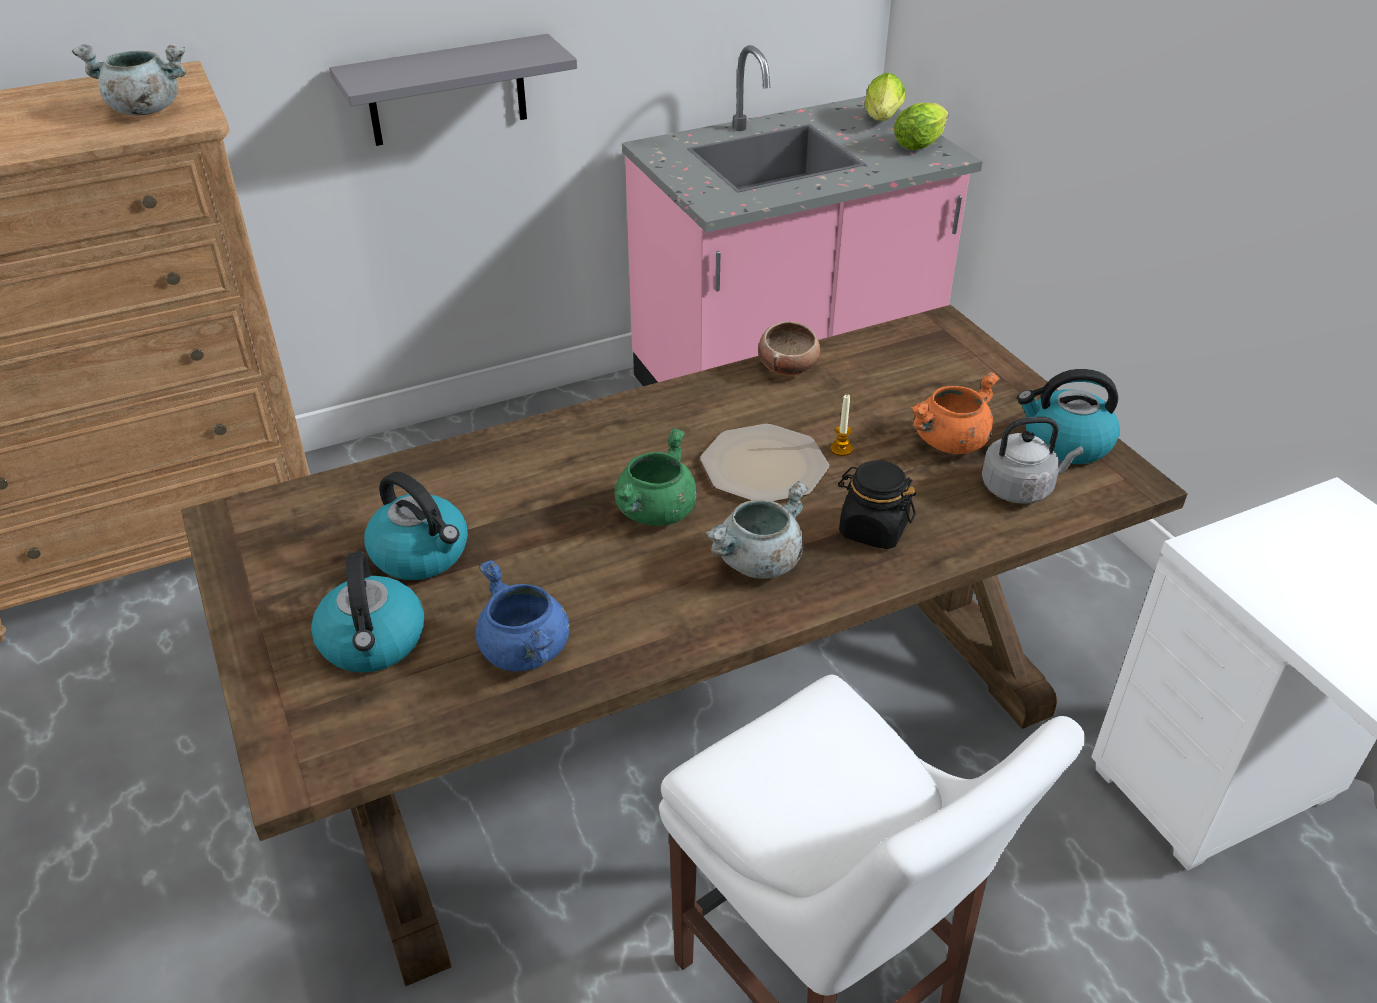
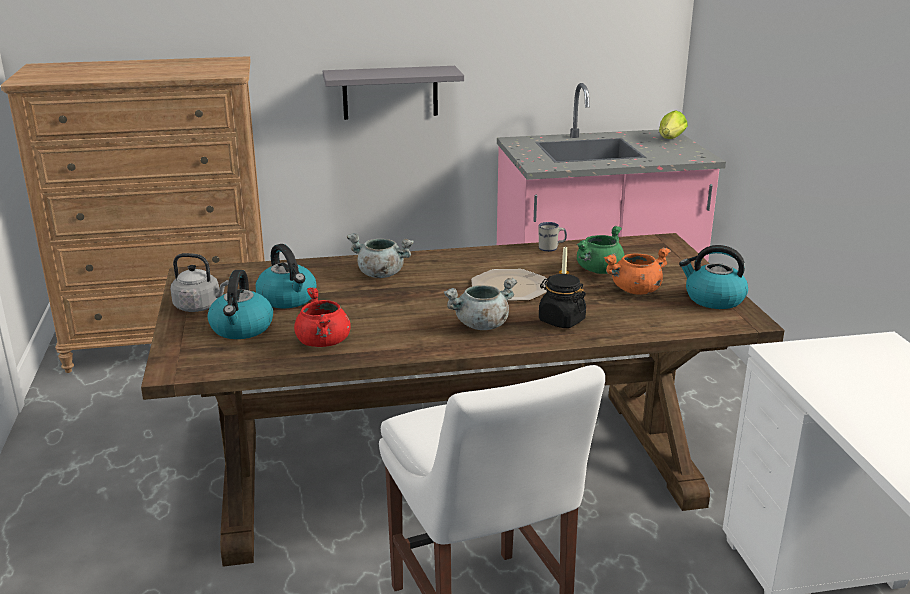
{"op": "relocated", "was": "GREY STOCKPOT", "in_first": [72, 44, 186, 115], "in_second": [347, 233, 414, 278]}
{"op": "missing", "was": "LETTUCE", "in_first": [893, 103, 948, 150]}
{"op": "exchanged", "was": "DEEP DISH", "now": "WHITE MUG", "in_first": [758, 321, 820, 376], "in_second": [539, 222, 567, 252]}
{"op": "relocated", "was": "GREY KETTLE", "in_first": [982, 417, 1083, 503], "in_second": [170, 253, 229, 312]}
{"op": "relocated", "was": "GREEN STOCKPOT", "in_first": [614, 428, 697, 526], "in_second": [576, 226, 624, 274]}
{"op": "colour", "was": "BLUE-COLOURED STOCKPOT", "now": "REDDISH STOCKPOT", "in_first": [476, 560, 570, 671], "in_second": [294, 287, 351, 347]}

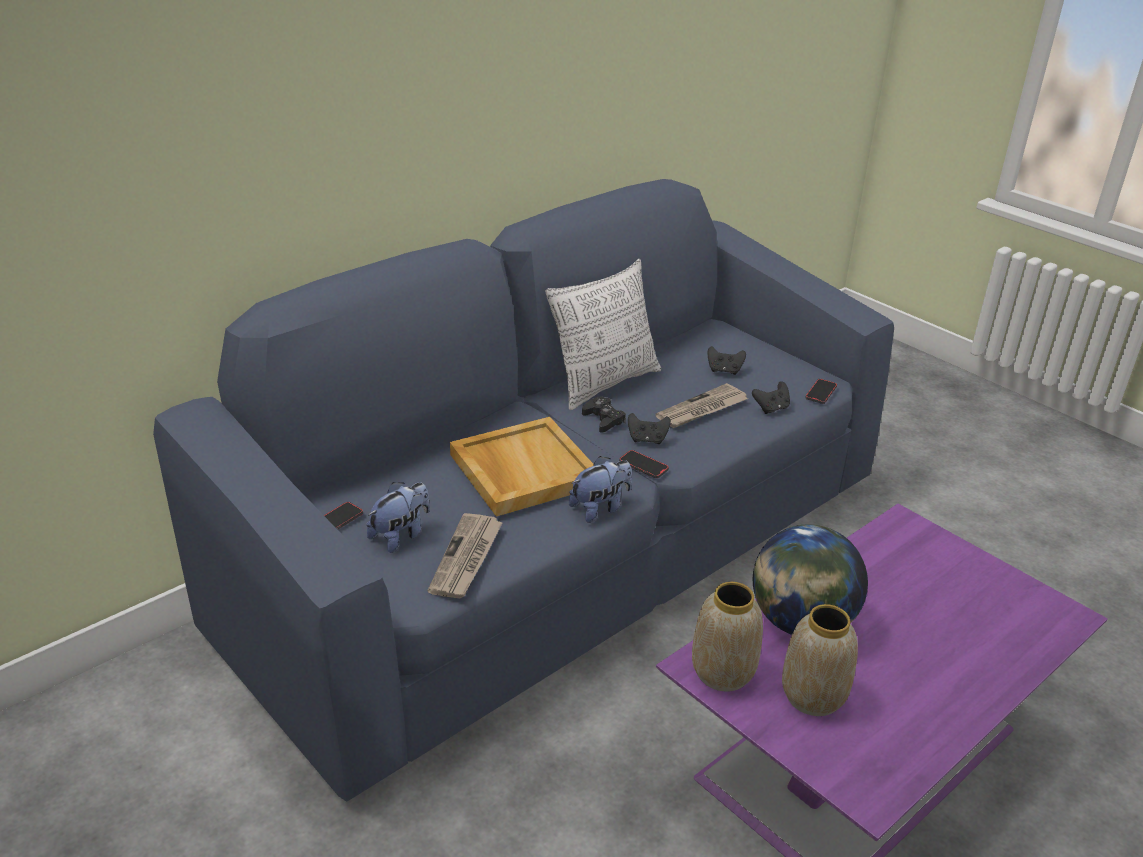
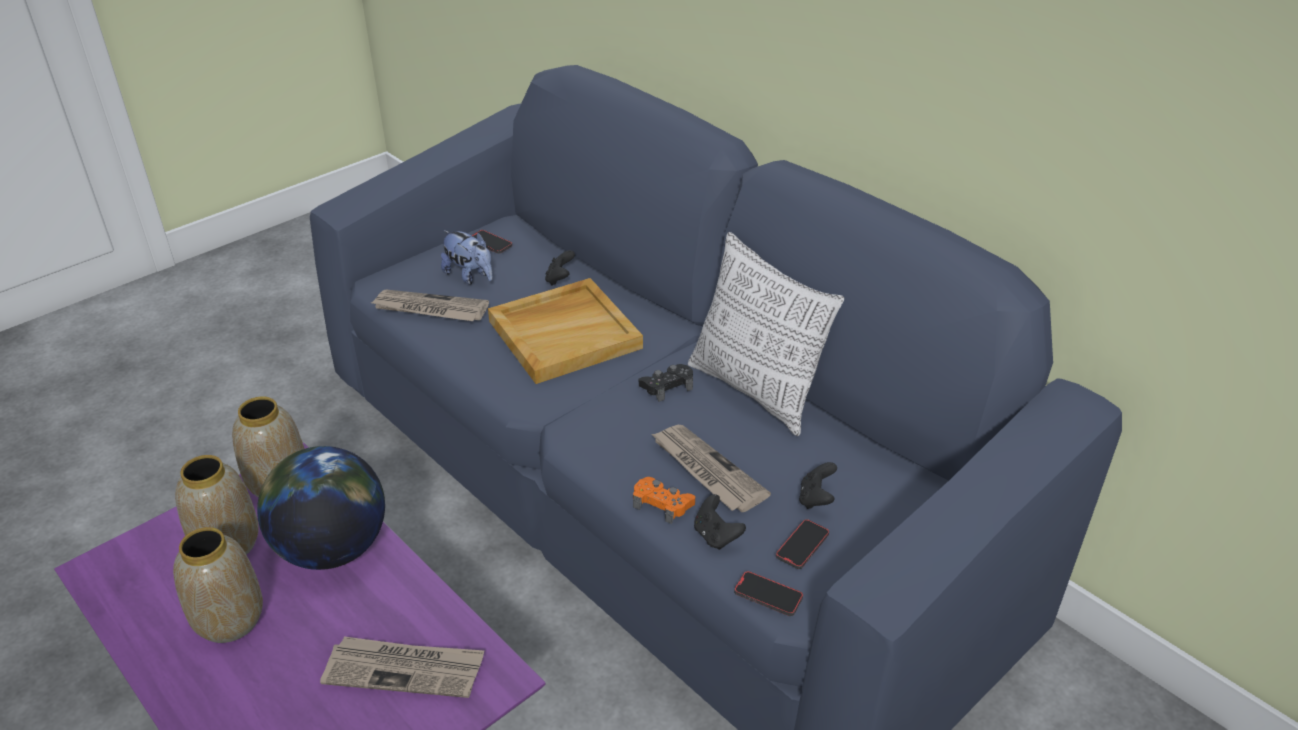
{"op": "relocated", "was": "BLACK JOYPAD", "in_first": [628, 413, 671, 444], "in_second": [545, 250, 575, 286]}
{"op": "relocated", "was": "TELEPHONE", "in_first": [619, 450, 669, 478], "in_second": [776, 519, 829, 569]}
{"op": "missing", "was": "PLUSH TOY", "in_first": [569, 456, 632, 523]}
{"op": "appeared", "now": "ORANGEY JOYPAD", "in_second": [633, 477, 695, 524]}
{"op": "appeared", "now": "VASE", "in_second": [173, 527, 263, 643]}
{"op": "appeared", "now": "NEWSPAPER", "in_second": [320, 636, 484, 698]}

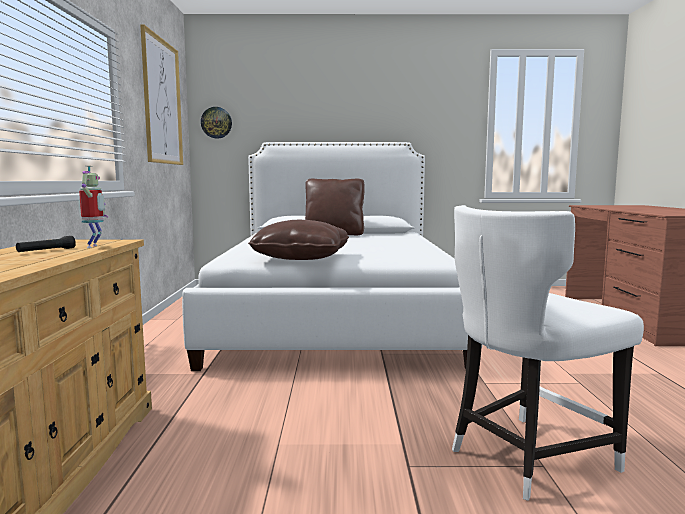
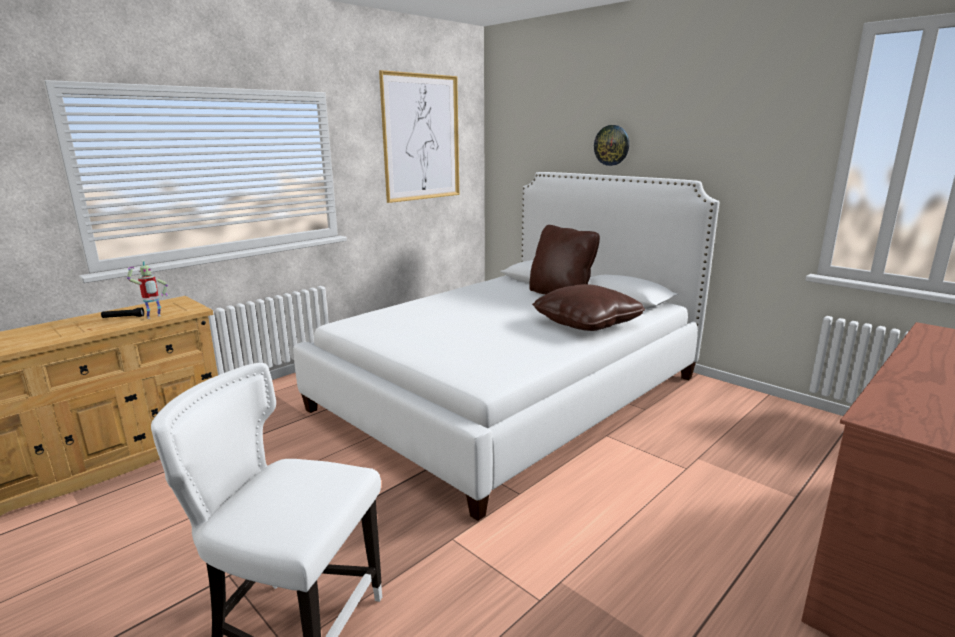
{"op": "relocated", "was": "HANGING CLOCK", "in_first": [201, 107, 232, 139], "in_second": [594, 125, 629, 166]}
{"op": "relocated", "was": "BROWNISH THROW PILLOW", "in_first": [248, 220, 349, 260], "in_second": [532, 284, 645, 331]}

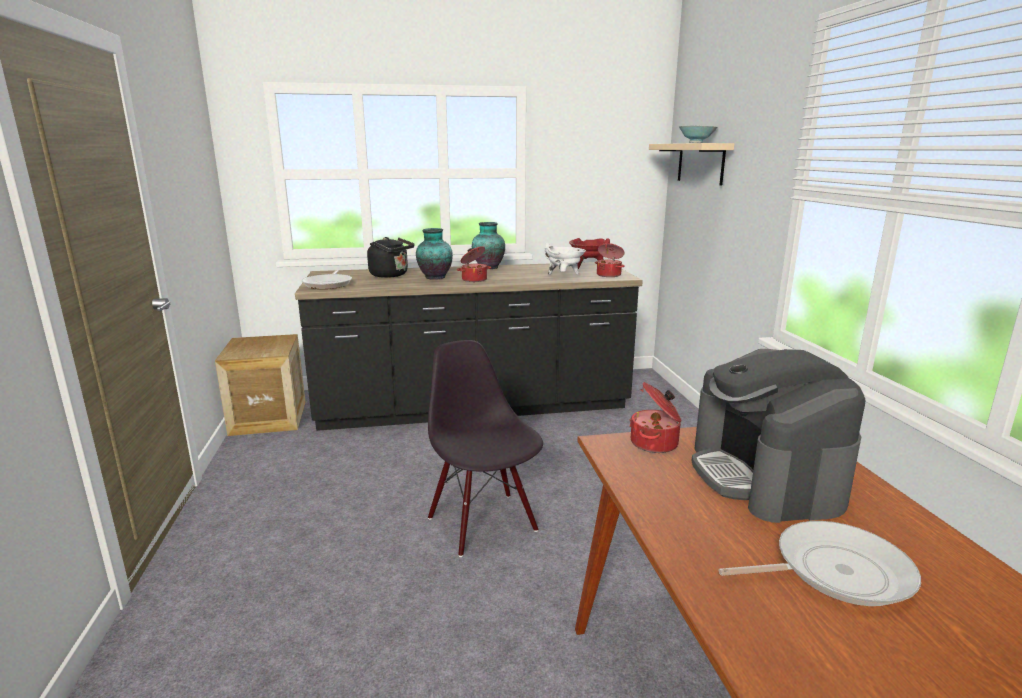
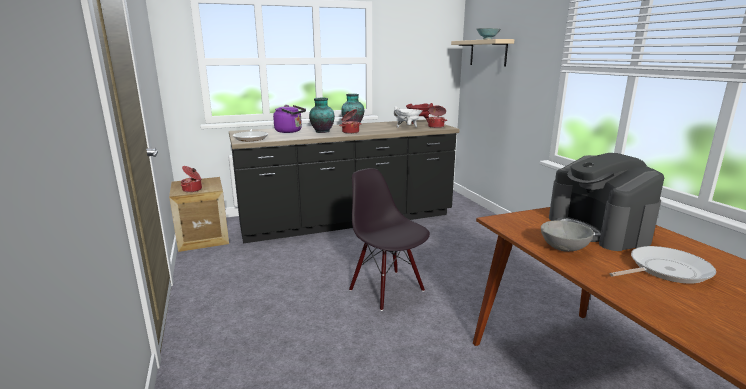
{"op": "colour", "was": "BLACK KETTLE", "now": "PURPLE-COLOURED KETTLE", "in_first": [367, 237, 414, 278], "in_second": [273, 105, 306, 133]}
{"op": "relocated", "was": "STOCKPOT", "in_first": [629, 382, 682, 453], "in_second": [181, 166, 202, 192]}
{"op": "appeared", "now": "GREY DEEP DISH", "in_second": [541, 220, 594, 252]}

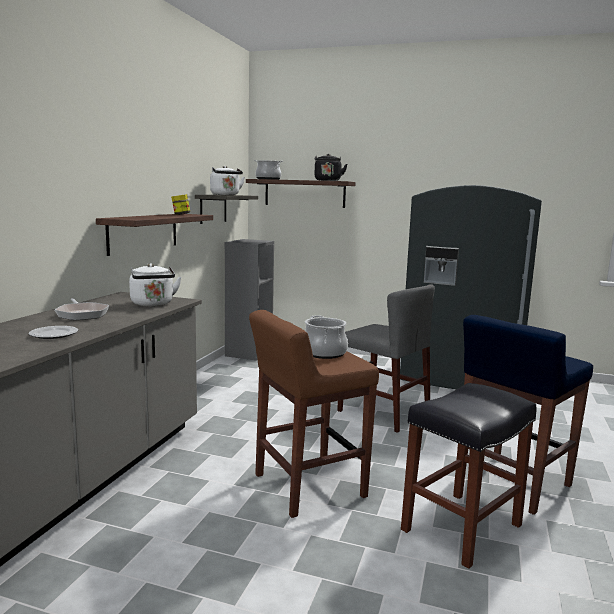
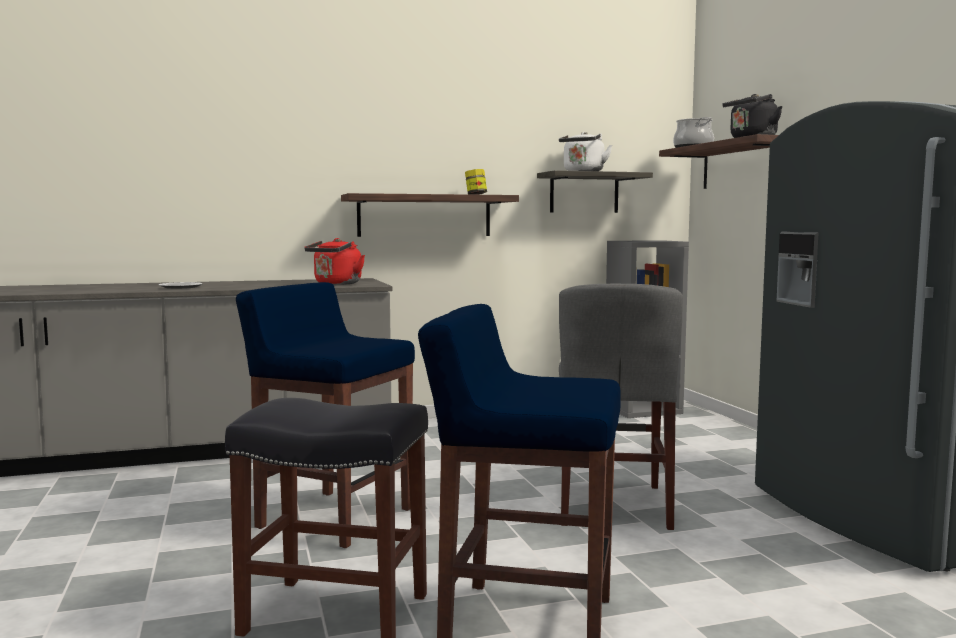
{"op": "colour", "was": "WHITE KETTLE", "now": "REDDISH KETTLE", "in_first": [129, 263, 181, 306], "in_second": [304, 238, 365, 285]}
{"op": "missing", "was": "PAN", "in_first": [55, 298, 109, 320]}
{"op": "colour", "was": "BROWNISH STOOL", "now": "BLUE-COLOURED STOOL", "in_first": [249, 310, 379, 518], "in_second": [236, 282, 415, 548]}
{"op": "missing", "was": "STOCKPOT", "in_first": [305, 315, 348, 359]}

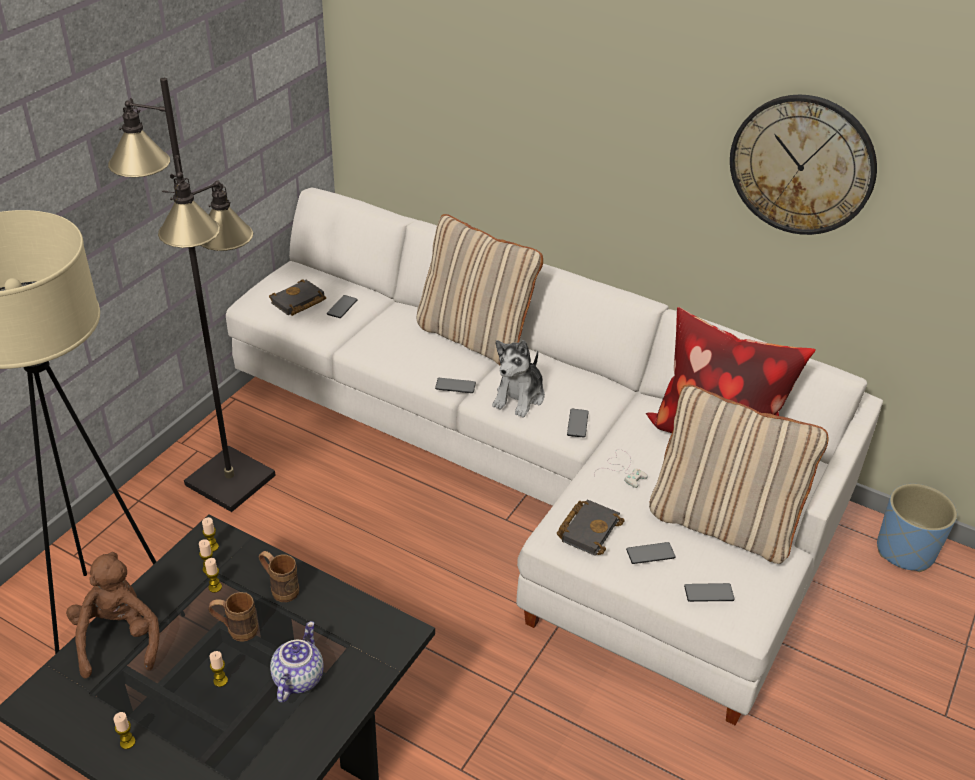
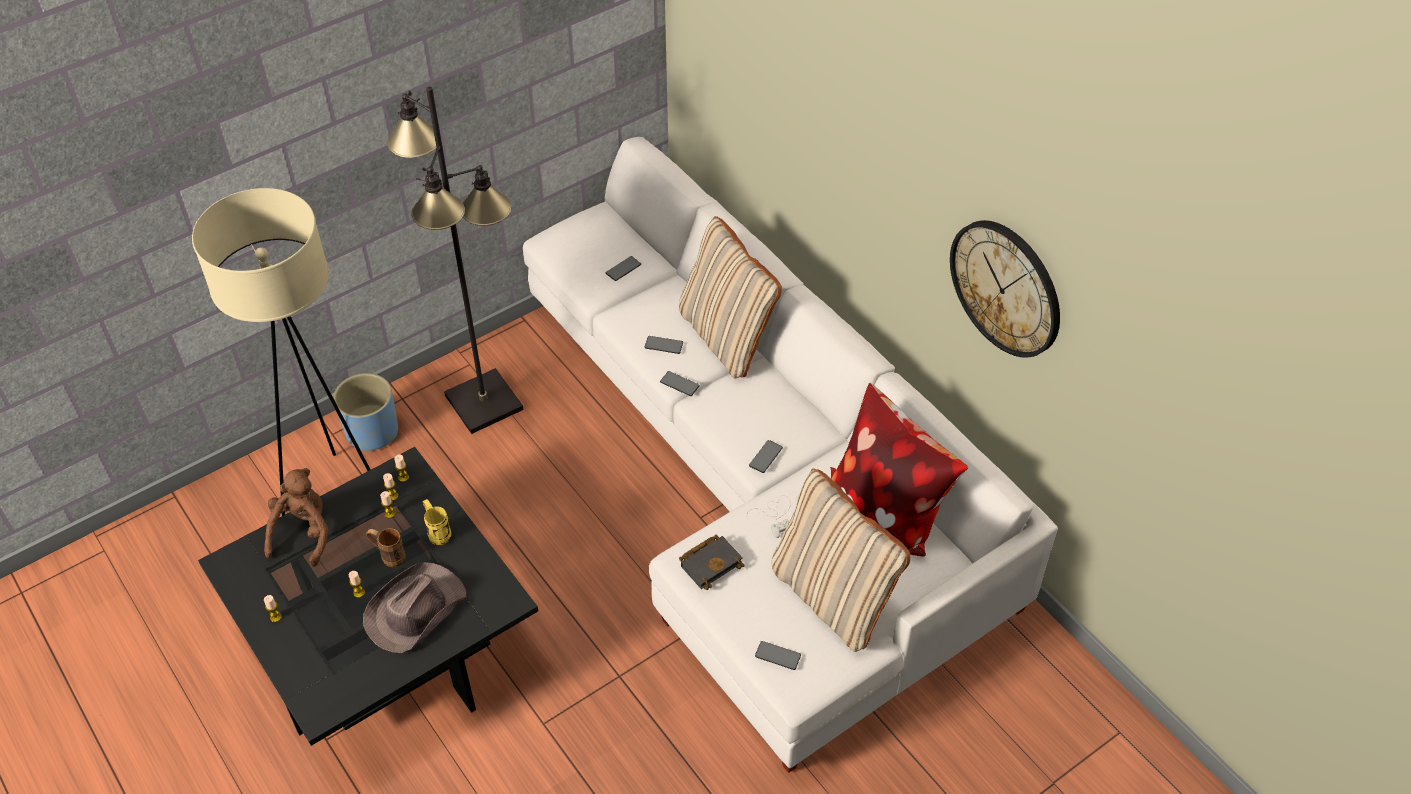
{"op": "missing", "was": "BLACK BOUND BOOK", "in_first": [269, 279, 326, 316]}
{"op": "missing", "was": "PLUSH TOY", "in_first": [492, 340, 545, 418]}
{"op": "relocated", "was": "BLUE-COLOURED PLANTER", "in_first": [877, 484, 957, 572], "in_second": [333, 373, 398, 452]}
{"op": "relocated", "was": "TELEPHONE", "in_first": [626, 542, 676, 564], "in_second": [645, 336, 683, 354]}
{"op": "colour", "was": "BROWNISH MUG", "now": "YELLOWISH MUG", "in_first": [259, 551, 299, 602], "in_second": [423, 499, 451, 545]}
{"op": "exchanged", "was": "TEAPOT", "now": "BROWNISH CLOTHING HAT", "in_first": [270, 621, 324, 703], "in_second": [363, 562, 466, 653]}

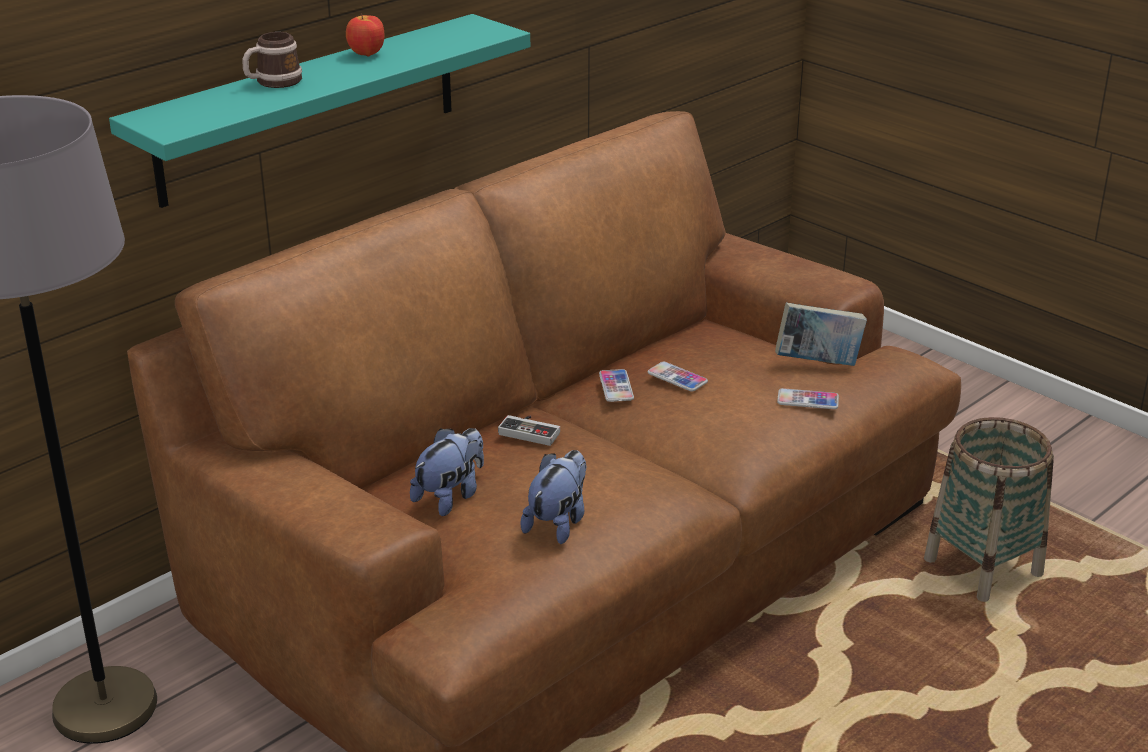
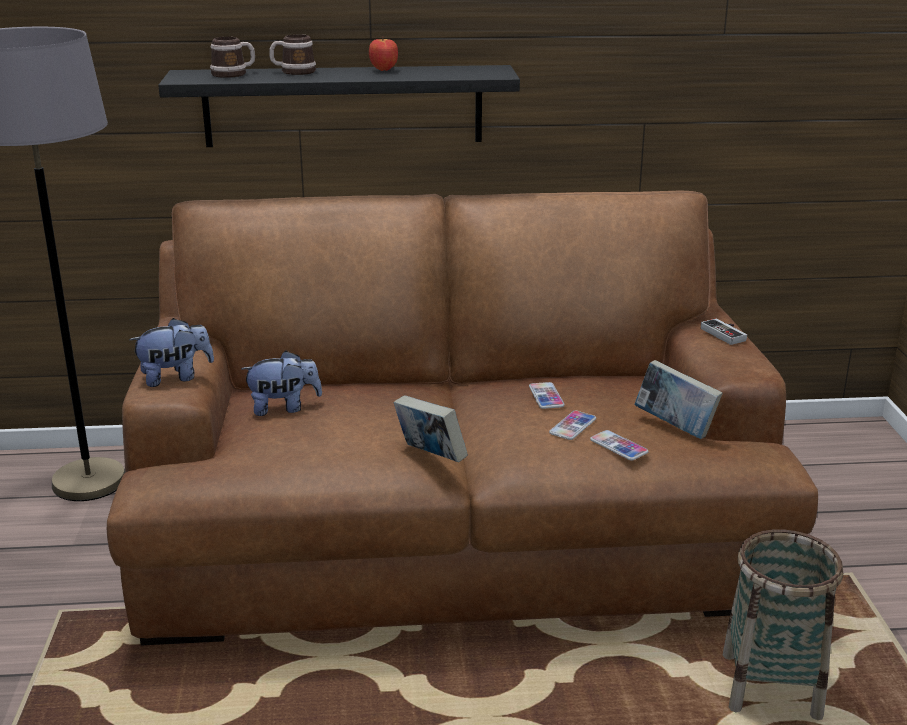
{"op": "colour", "was": "TURQUOISE-COLOURED BRACKET SHELF", "now": "BLACK BRACKET SHELF", "in_first": [109, 14, 530, 208], "in_second": [158, 65, 520, 147]}
{"op": "relocated", "was": "TELEPHONE", "in_first": [599, 369, 634, 402], "in_second": [549, 410, 596, 440]}
{"op": "relocated", "was": "JOYPAD", "in_first": [498, 415, 560, 446], "in_second": [701, 318, 747, 345]}
{"op": "relocated", "was": "PLUSH TOY", "in_first": [520, 450, 586, 544], "in_second": [129, 318, 214, 387]}
{"op": "appeared", "now": "MUG", "in_second": [210, 37, 255, 78]}
{"op": "appeared", "now": "BOUND BOOK", "in_second": [393, 396, 468, 462]}

